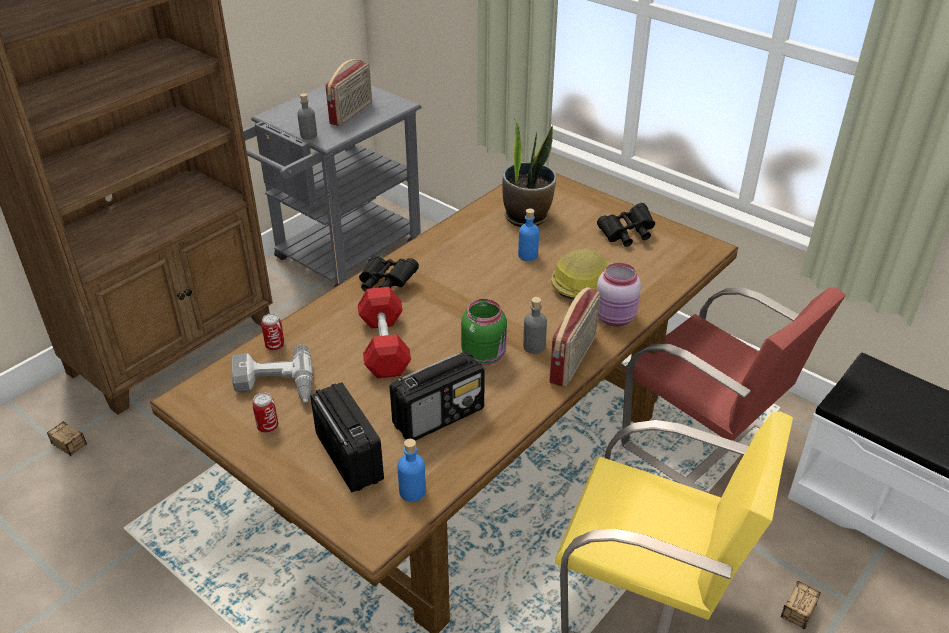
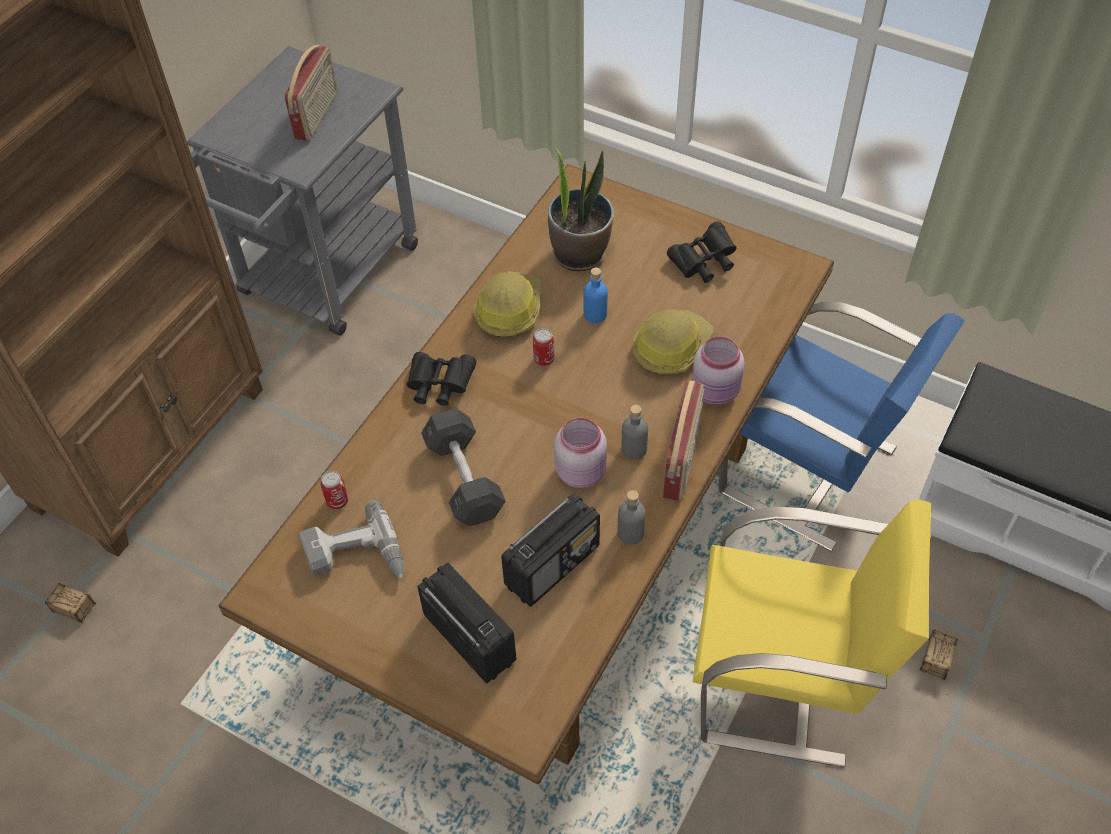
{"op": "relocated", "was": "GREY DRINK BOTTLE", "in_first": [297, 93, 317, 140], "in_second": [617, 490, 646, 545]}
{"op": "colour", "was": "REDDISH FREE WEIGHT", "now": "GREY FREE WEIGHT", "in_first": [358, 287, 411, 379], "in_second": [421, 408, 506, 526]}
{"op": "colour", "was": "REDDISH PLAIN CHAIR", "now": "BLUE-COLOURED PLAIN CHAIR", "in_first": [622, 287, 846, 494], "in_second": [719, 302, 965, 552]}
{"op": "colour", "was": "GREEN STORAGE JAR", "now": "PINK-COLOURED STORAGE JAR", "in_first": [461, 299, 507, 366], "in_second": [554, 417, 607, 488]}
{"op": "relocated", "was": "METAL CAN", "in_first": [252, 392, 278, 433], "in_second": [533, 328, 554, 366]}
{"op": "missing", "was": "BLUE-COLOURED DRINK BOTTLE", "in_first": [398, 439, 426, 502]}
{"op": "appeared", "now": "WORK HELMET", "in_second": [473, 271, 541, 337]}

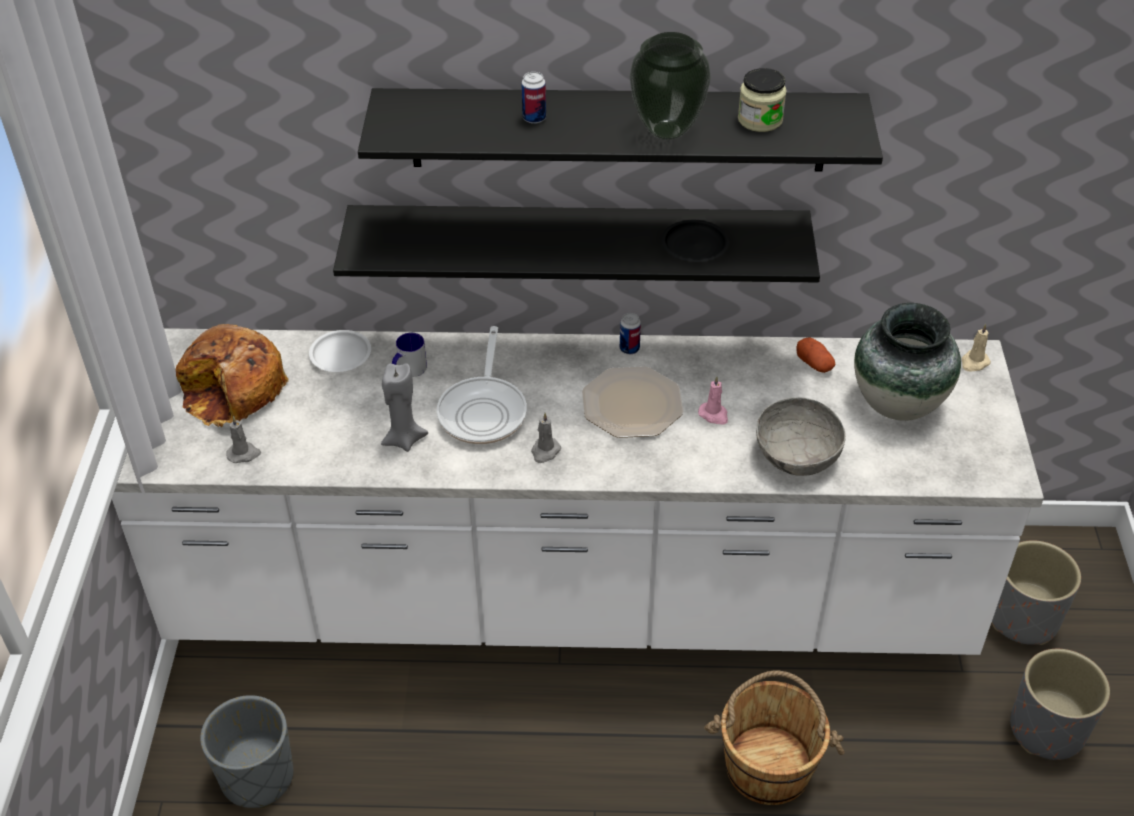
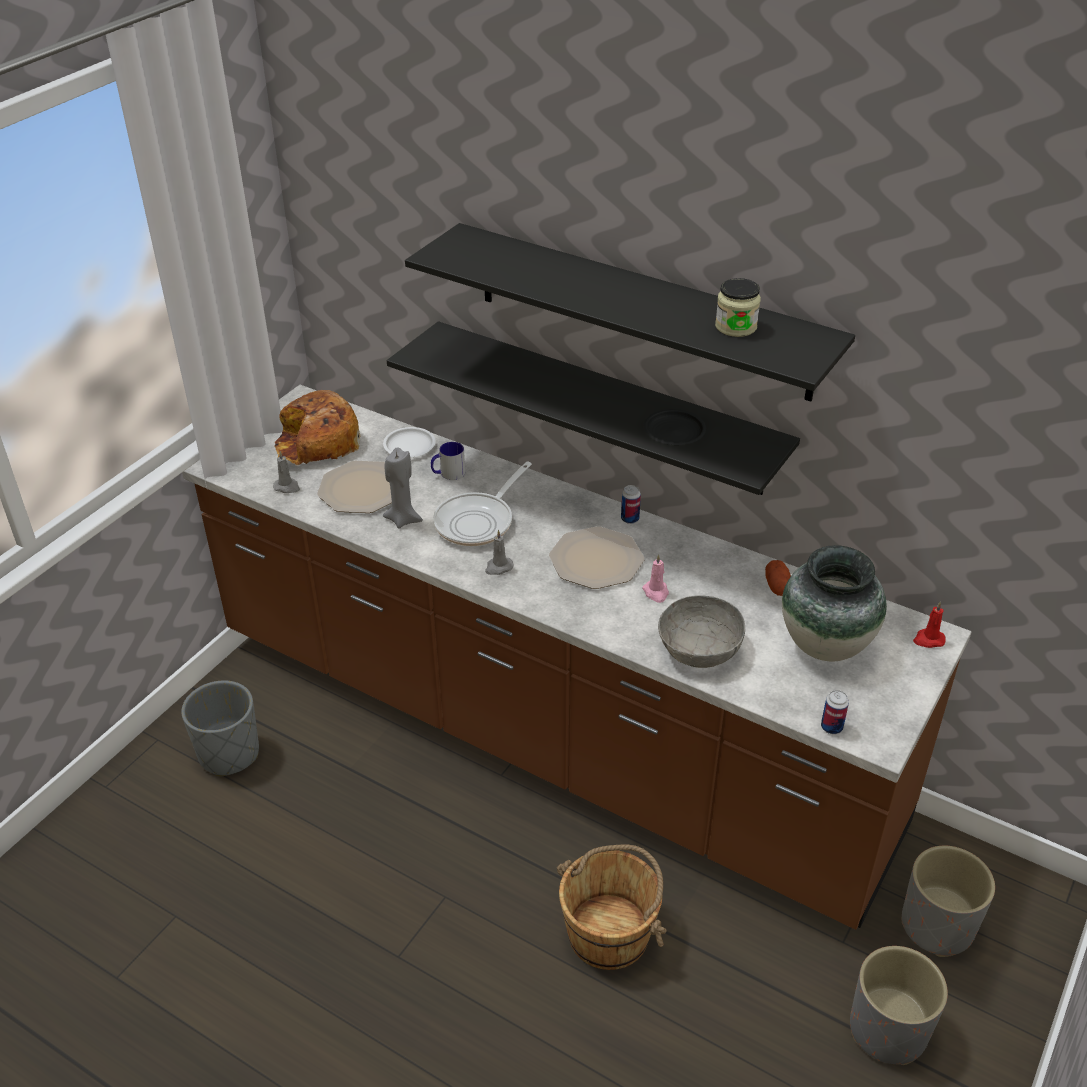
{"op": "missing", "was": "VASE", "in_first": [630, 32, 711, 140]}
{"op": "relocated", "was": "METAL CAN", "in_first": [521, 72, 546, 124], "in_second": [821, 690, 849, 734]}
{"op": "colour", "was": "BEIGE-COLOURED WAX CANDLE", "now": "REDDISH WAX CANDLE", "in_first": [961, 324, 991, 371], "in_second": [913, 602, 946, 648]}
{"op": "colour", "was": "WHITE KITCHEN BASE UNIT", "now": "BROWNISH KITCHEN BASE UNIT", "in_first": [112, 328, 1044, 655], "in_second": [182, 385, 971, 930]}
{"op": "appeared", "now": "PLATE", "in_second": [317, 461, 392, 513]}

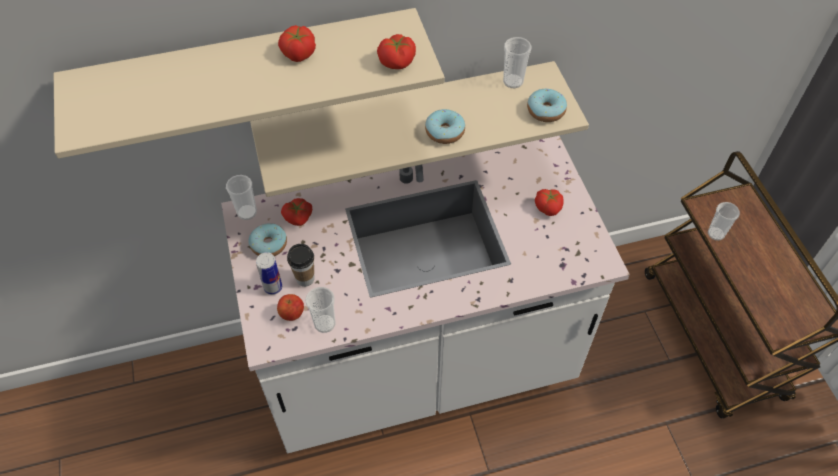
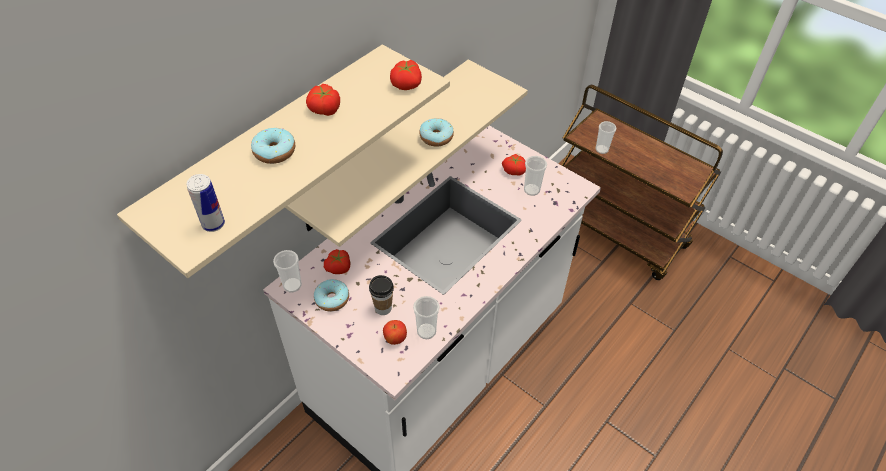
{"op": "relocated", "was": "CUP", "in_first": [503, 37, 531, 88], "in_second": [524, 156, 547, 196]}
{"op": "relocated", "was": "DONUT", "in_first": [527, 89, 567, 122], "in_second": [251, 128, 295, 164]}
{"op": "relocated", "was": "METAL CAN", "in_first": [256, 252, 282, 295], "in_second": [187, 174, 225, 232]}

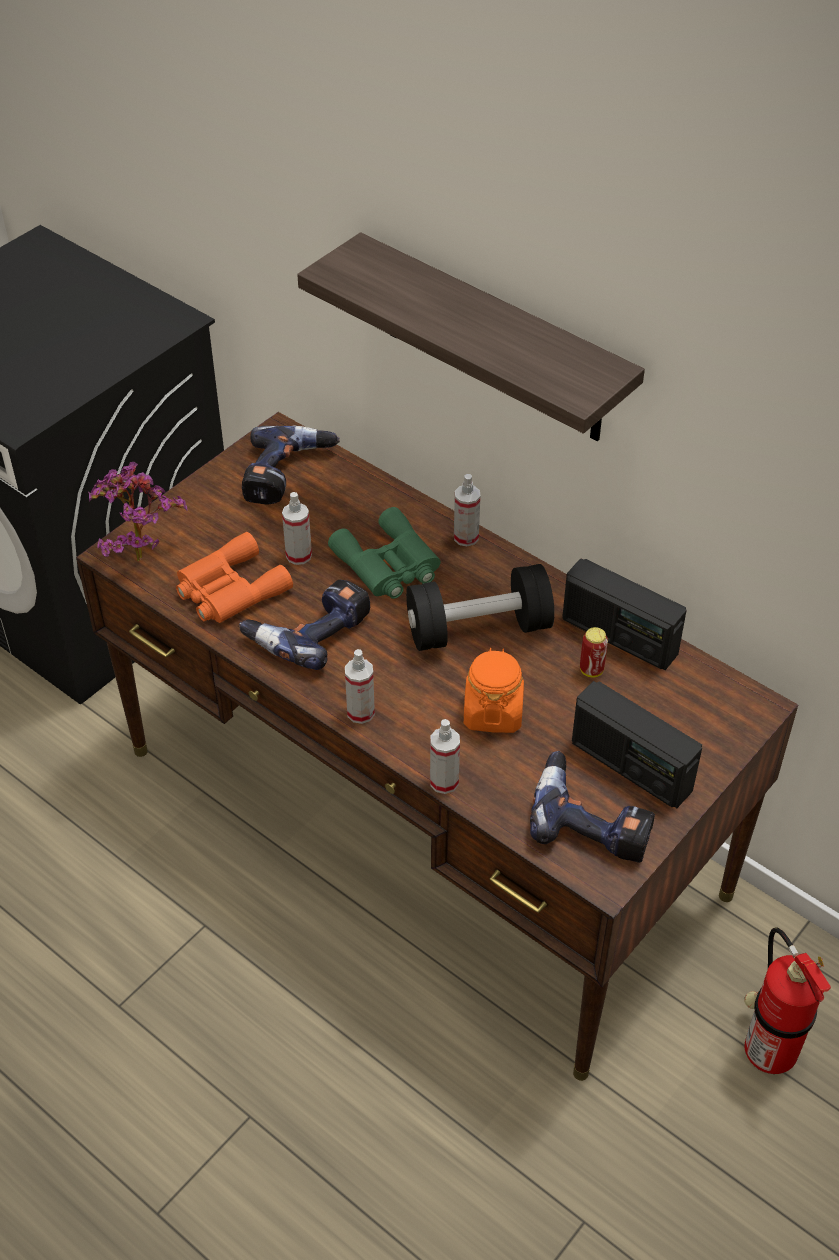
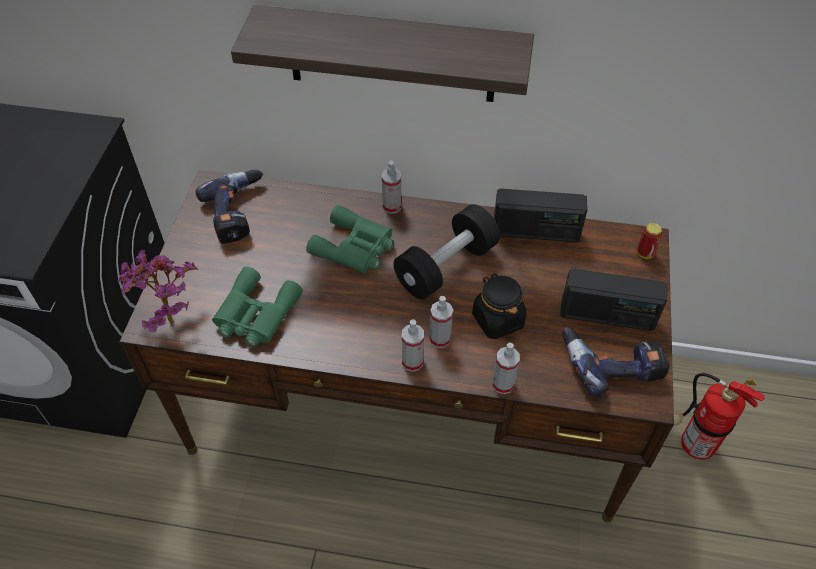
{"op": "relocated", "was": "SPRAY BOTTLE", "in_first": [282, 492, 312, 565], "in_second": [429, 296, 453, 348]}
{"op": "colour", "was": "ORANGEY FIELD GLASSES", "now": "GREEN FIELD GLASSES", "in_first": [176, 532, 293, 623], "in_second": [212, 267, 303, 347]}
{"op": "missing", "was": "POWER DRILL", "in_first": [239, 580, 371, 670]}
{"op": "relocated", "was": "METAL CAN", "in_first": [580, 627, 608, 678], "in_second": [637, 223, 662, 259]}
{"op": "colour", "was": "ORANGEY STORAGE JAR", "now": "BLACK STORAGE JAR", "in_first": [464, 648, 524, 733], "in_second": [472, 274, 527, 339]}

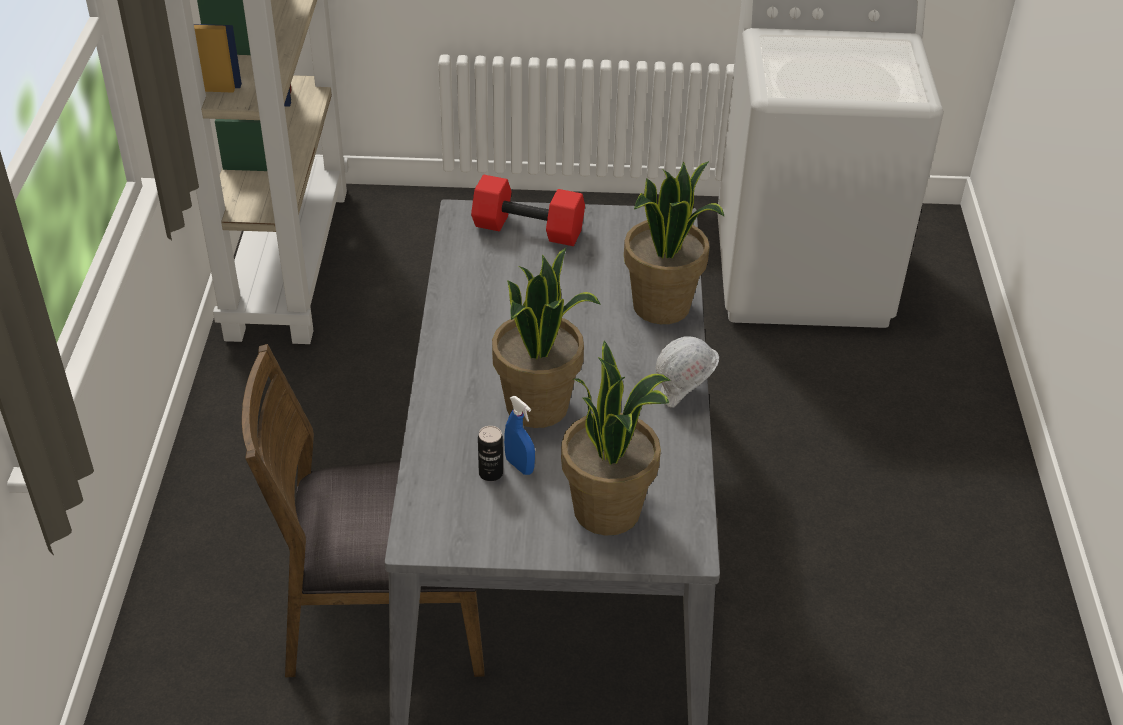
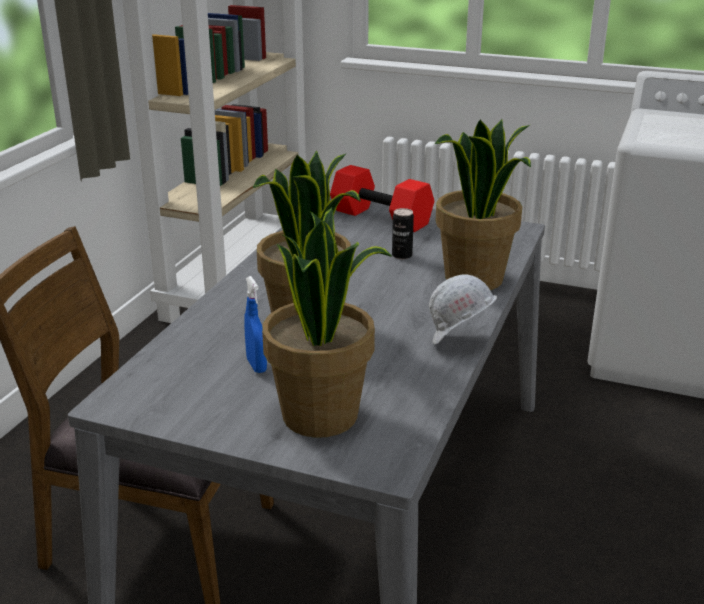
{"op": "relocated", "was": "METAL CAN", "in_first": [478, 426, 503, 481], "in_second": [392, 208, 414, 259]}

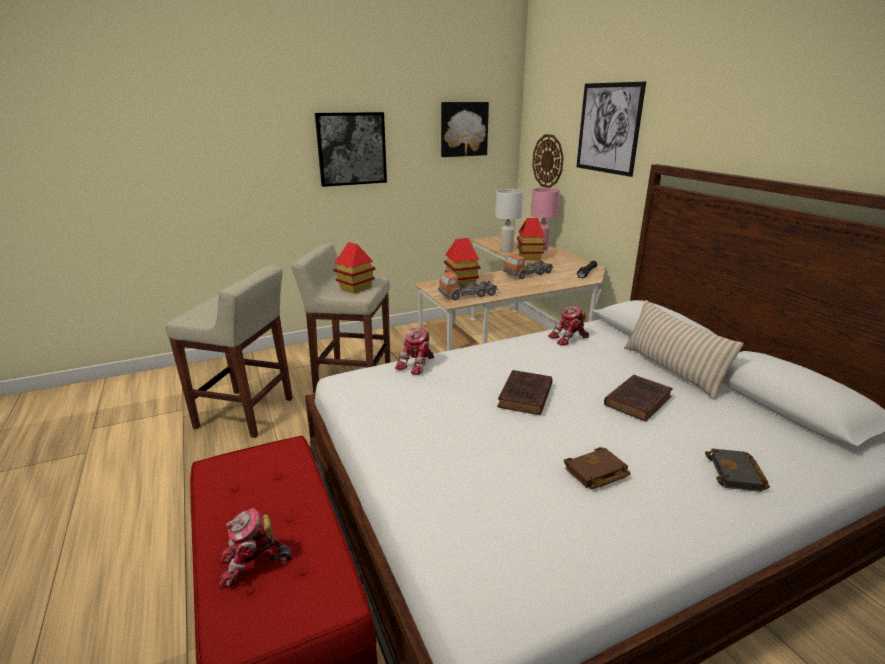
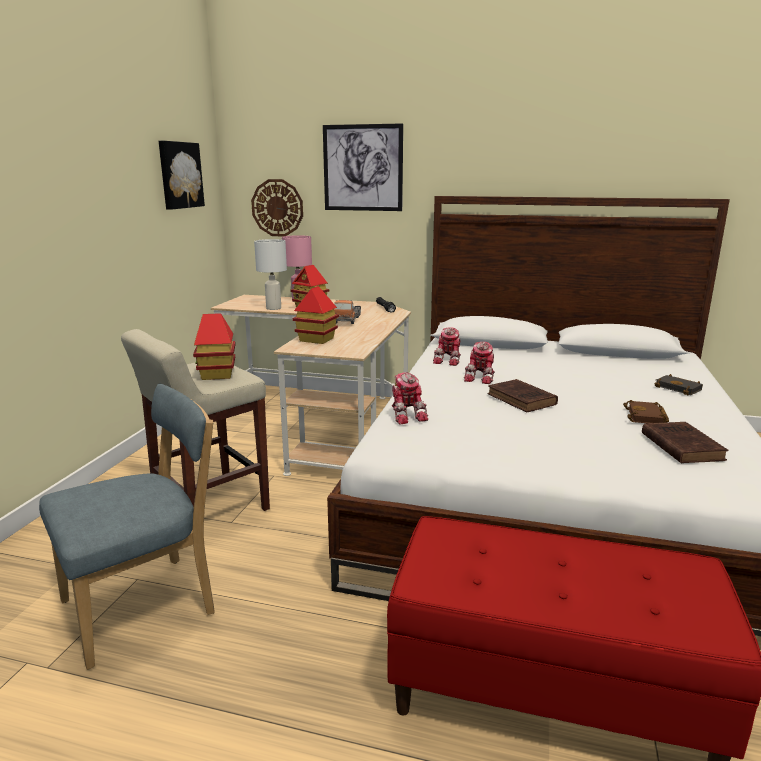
{"op": "missing", "was": "PICTURE", "in_first": [315, 112, 387, 187]}
{"op": "exchanged", "was": "BEIGE-COLOURED STOOL", "now": "BLUE-COLOURED PLAIN CHAIR", "in_first": [166, 265, 293, 438], "in_second": [39, 384, 215, 670]}
{"op": "missing", "was": "TOY LORRY", "in_first": [438, 272, 498, 300]}
{"op": "missing", "was": "BEIGE-COLOURED THROW PILLOW", "in_first": [624, 300, 744, 400]}
{"op": "relocated", "was": "BROWNISH BOUND BOOK", "in_first": [604, 375, 673, 422], "in_second": [642, 422, 729, 463]}
{"op": "relocated", "was": "MODEL ROBOT", "in_first": [219, 507, 291, 589], "in_second": [464, 342, 495, 384]}

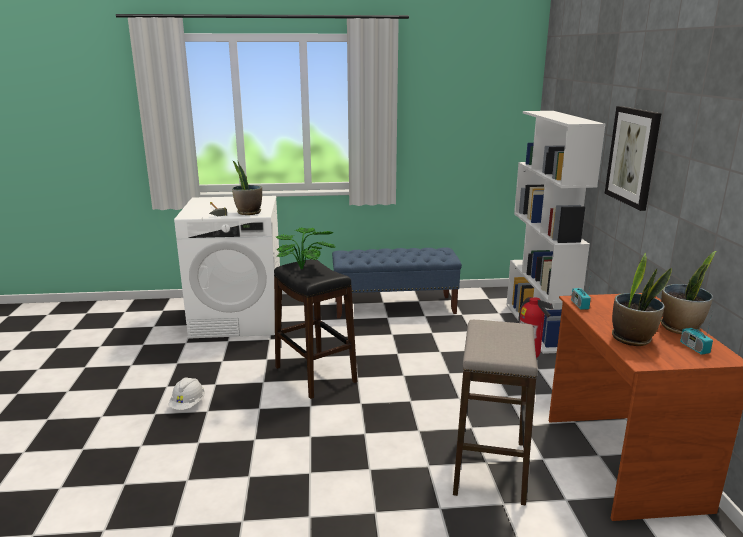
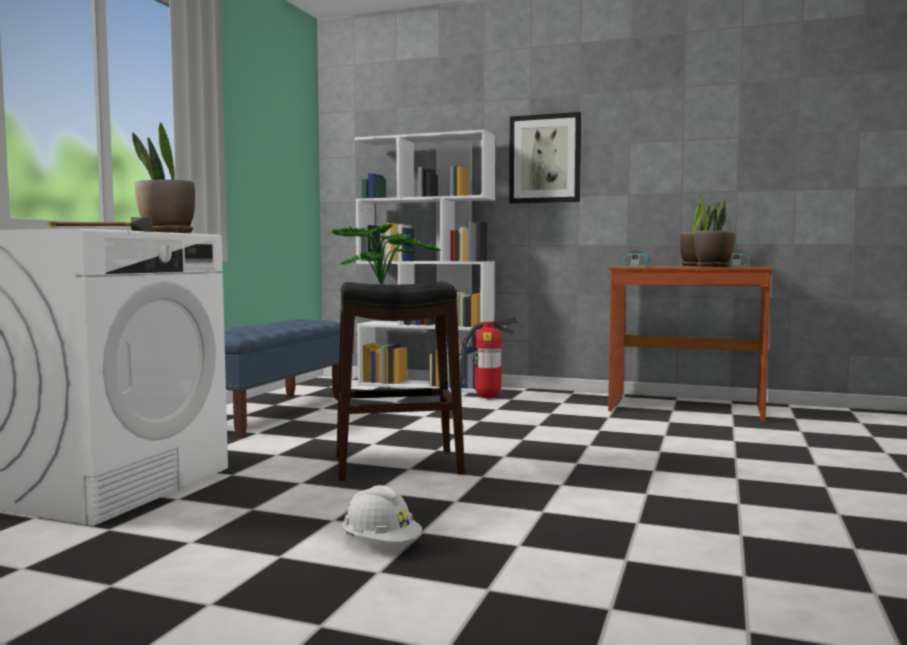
{"op": "missing", "was": "STOOL", "in_first": [453, 320, 538, 506]}

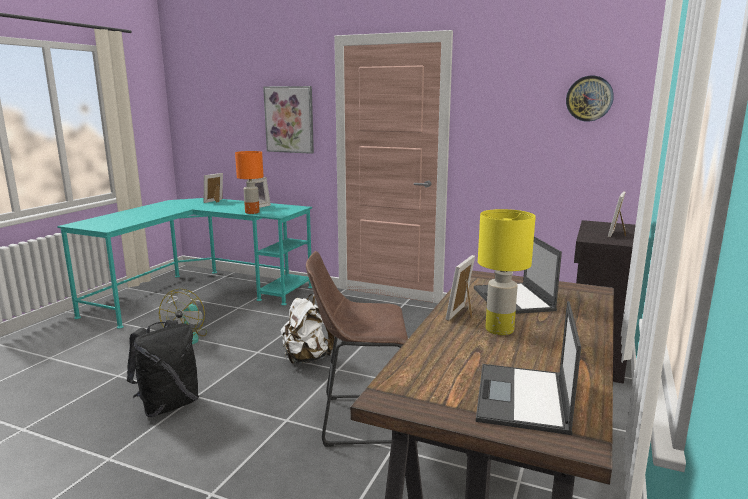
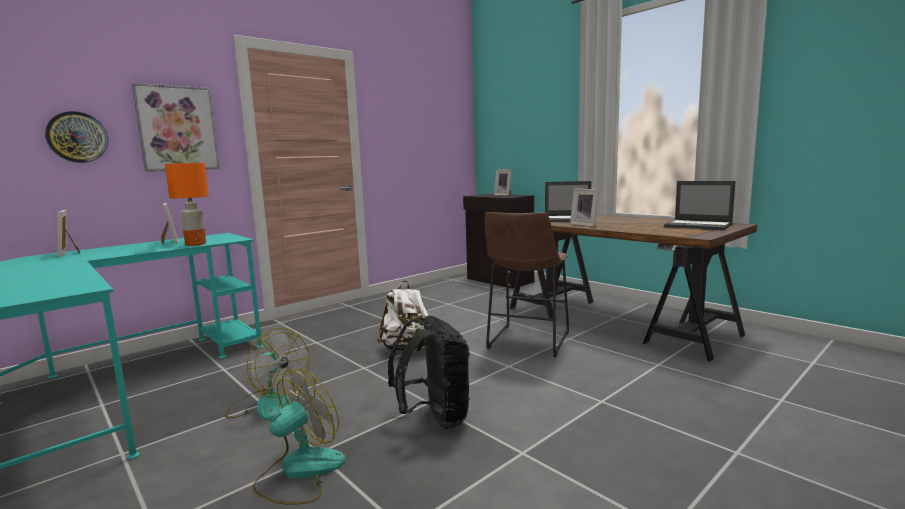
{"op": "relocated", "was": "HANGING CLOCK", "in_first": [566, 76, 614, 122], "in_second": [45, 111, 109, 163]}
{"op": "missing", "was": "YELLOWISH TABLETOP LAMP", "in_first": [478, 209, 536, 335]}
{"op": "appeared", "now": "ELECTRIC FAN", "in_second": [253, 369, 346, 505]}

